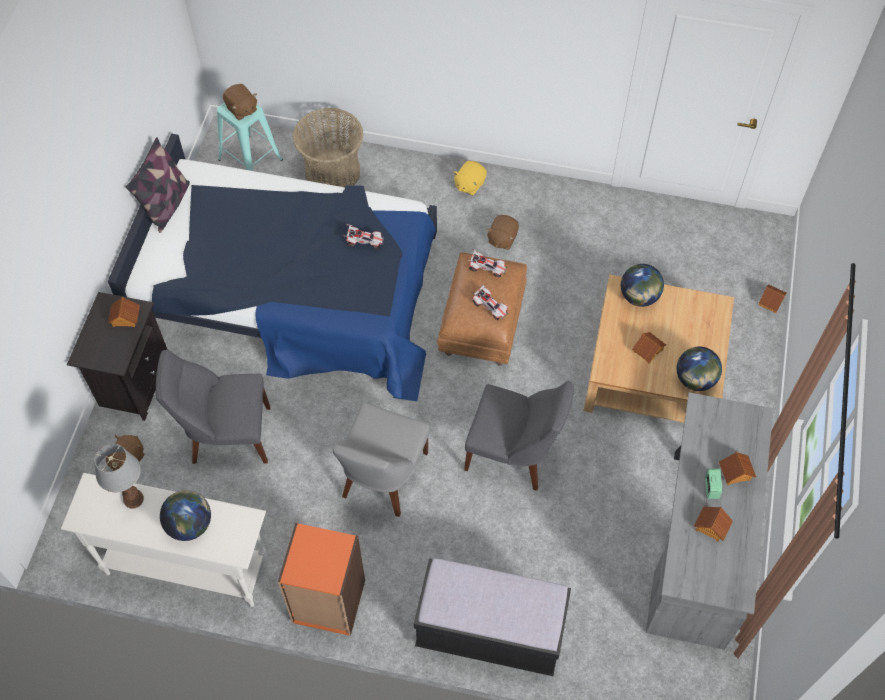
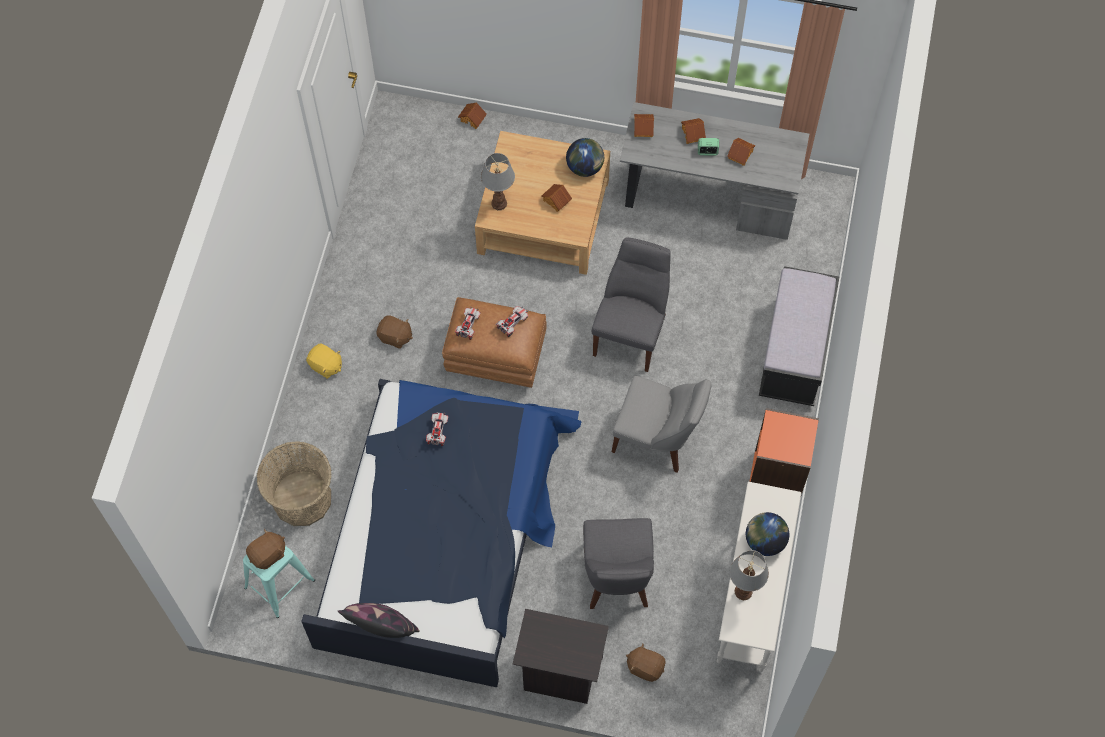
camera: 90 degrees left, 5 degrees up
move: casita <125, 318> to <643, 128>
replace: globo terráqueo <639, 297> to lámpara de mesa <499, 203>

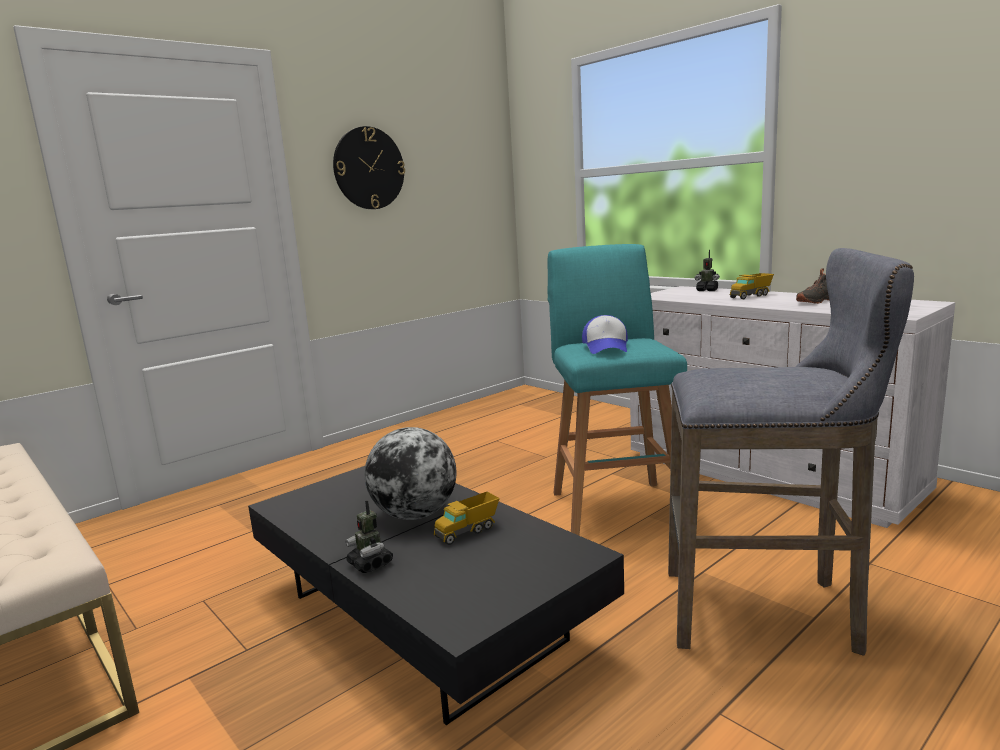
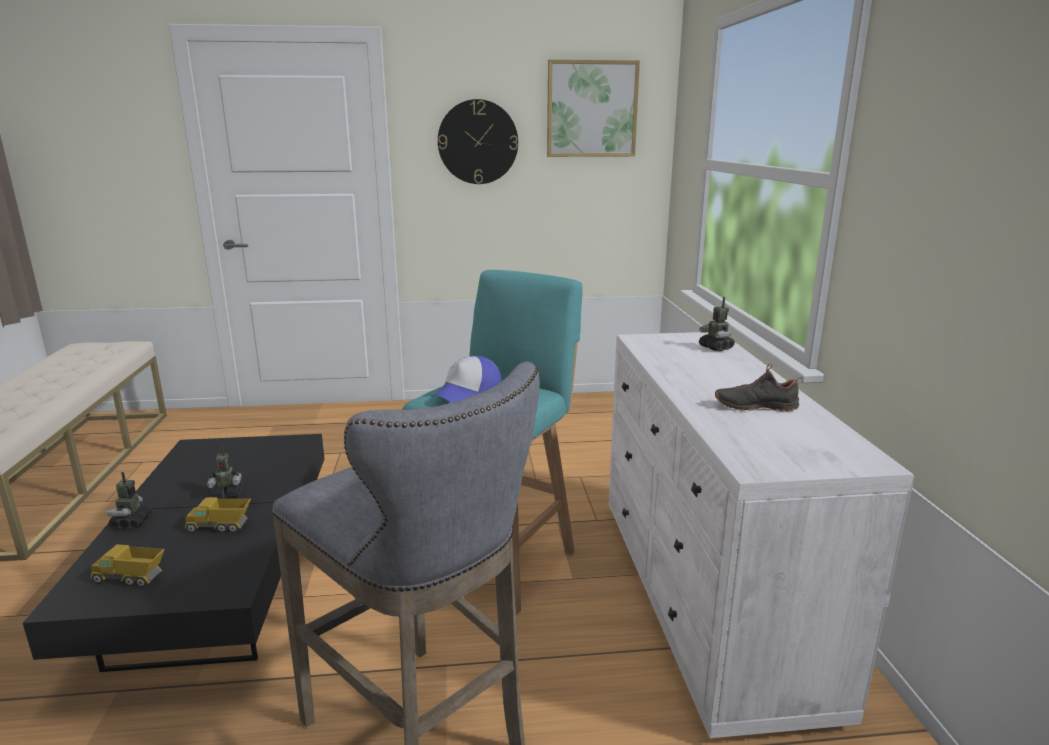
camera: 35 degrees right, 5 degrees up
insert: cuadro <591, 109>
move: camión de juguete <751, 296> to <130, 579>
replace: globo terráqueo <415, 514> to robot de juguete <227, 494>

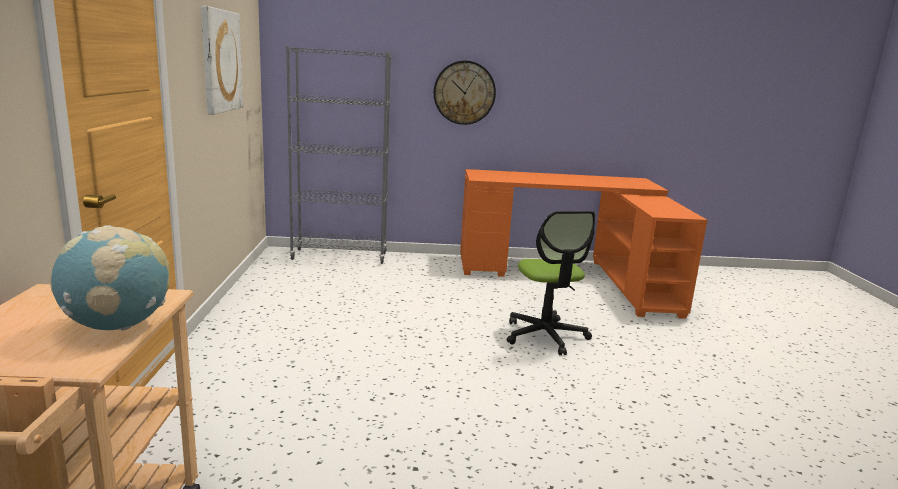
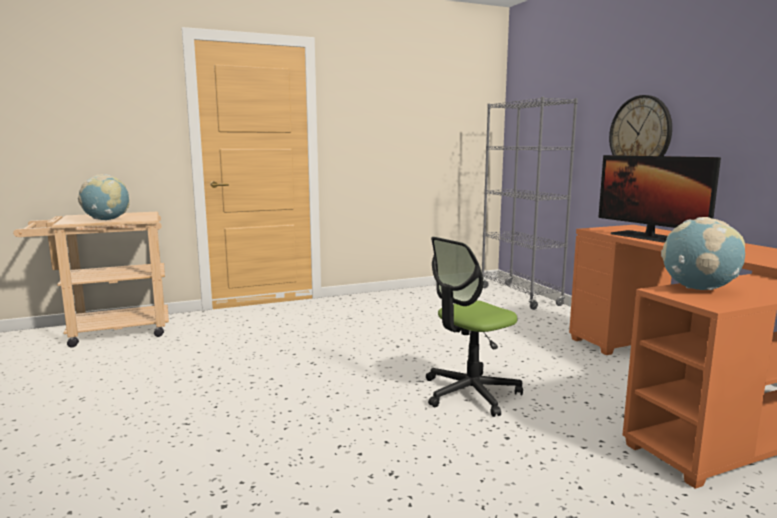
camera: 70 degrees right, 5 degrees down
delete: cuadro <220, 61>
insert: monitor <648, 237>; globo terráqueo <698, 289>

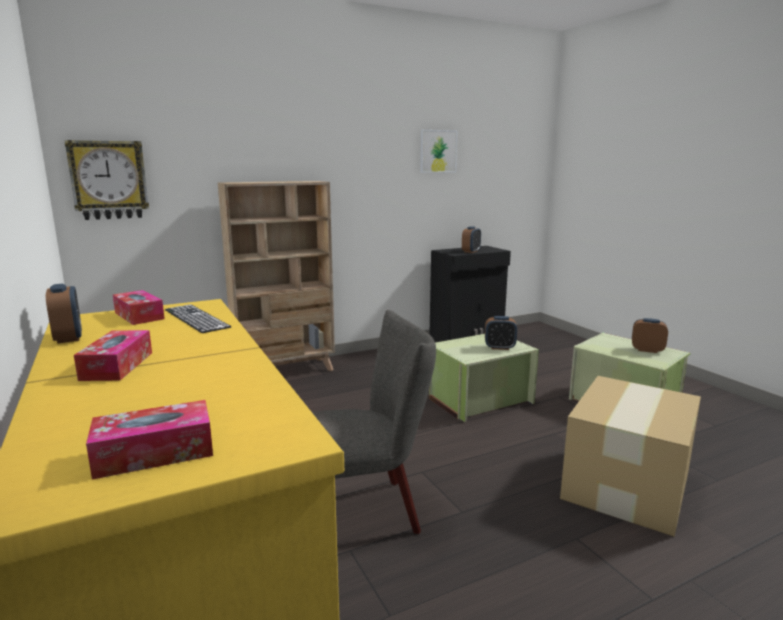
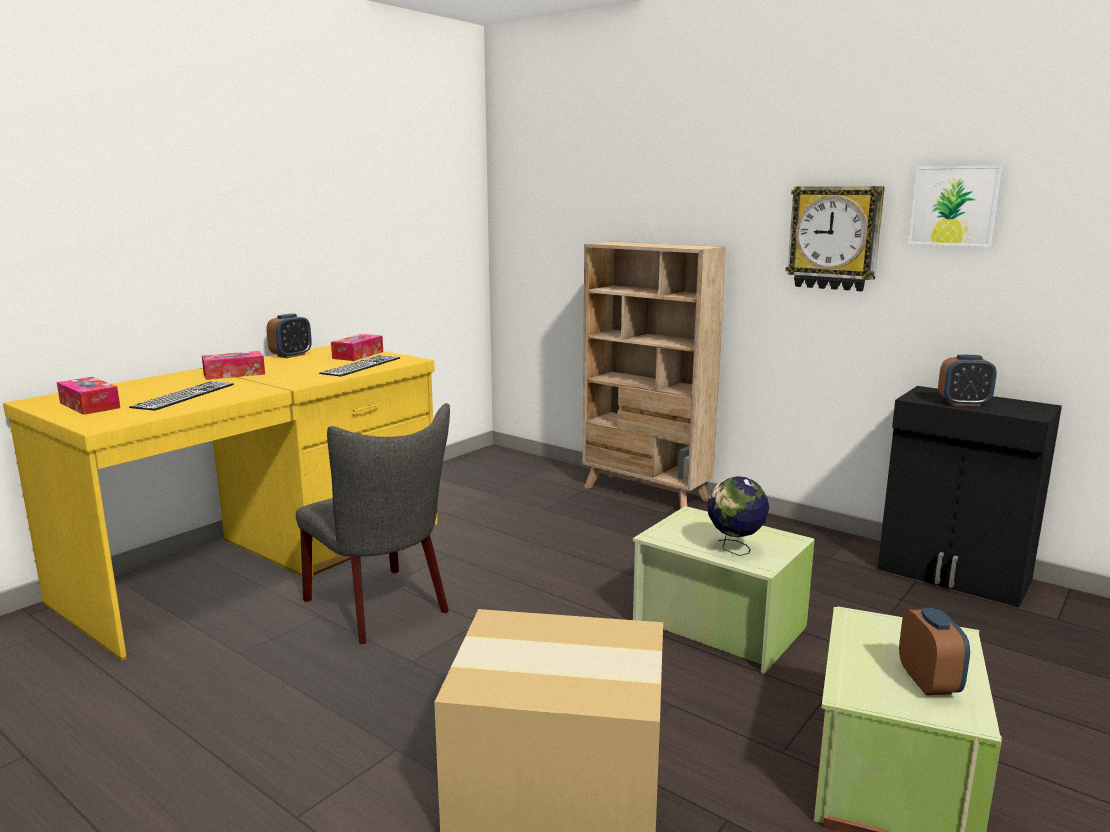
camera: 65 degrees right, 0 degrees up
insert: teclado <184, 395>
move: reloj de pared <109, 180> to <834, 238>
replace: despertador <499, 347> to globo terráqueo <735, 550>

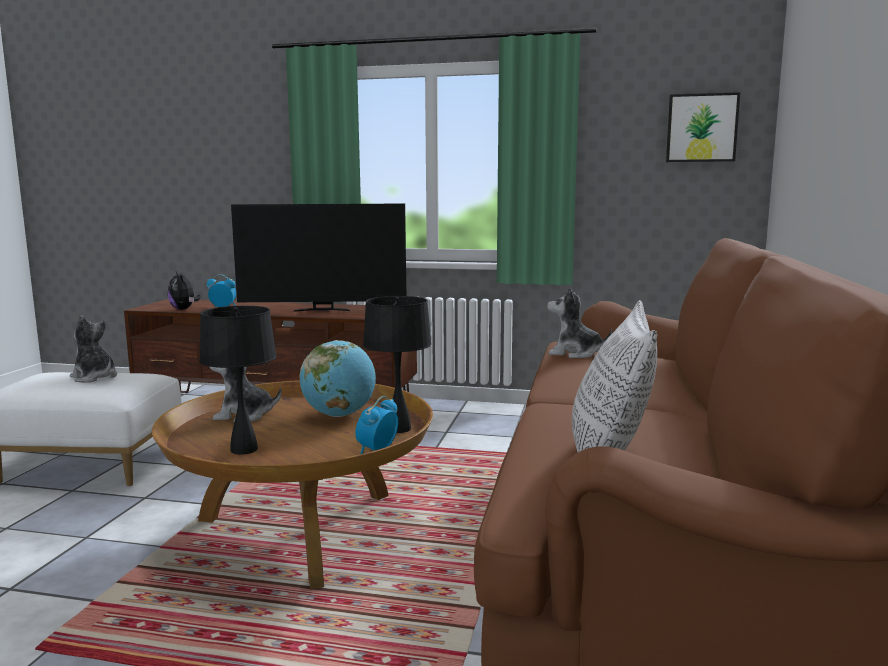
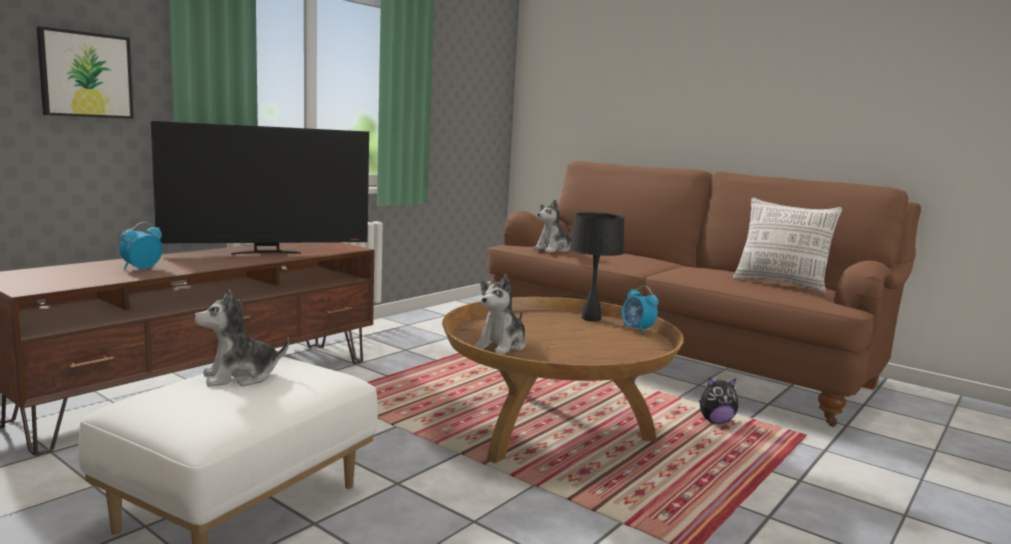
camera: 65 degrees left, 0 degrees up
delete: lámpara de mesa [negro] <244, 449>; globo terráqueo <339, 415>
move: cuadro <701, 128> to <85, 75>; peluche <184, 309> to <715, 421>
rotate: televisor <323, 310> = <266, 252> 45 degrees clockwise

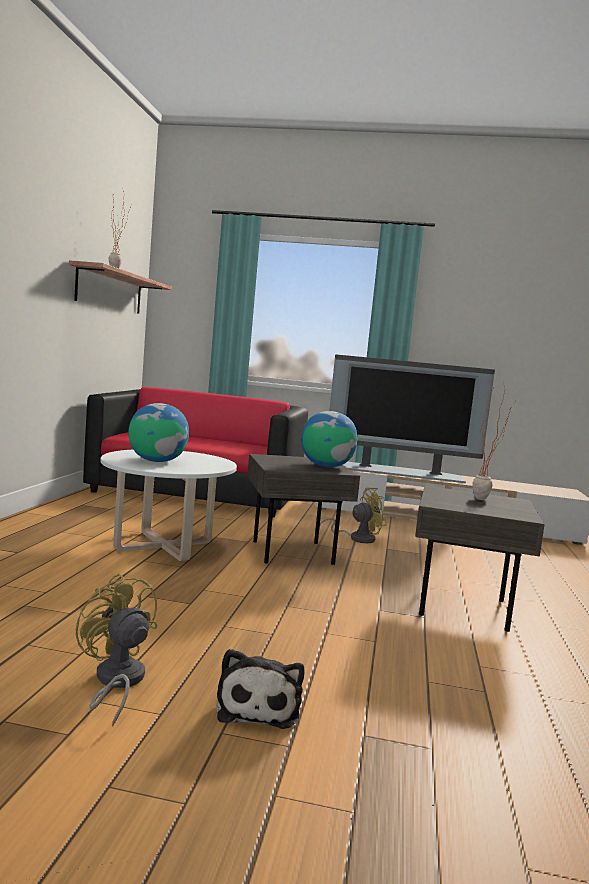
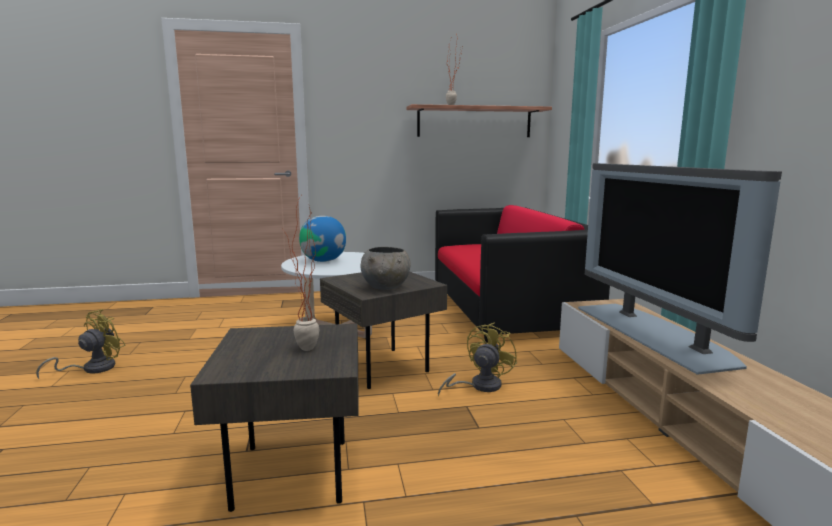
camera: 70 degrees right, 5 degrees up
delete: peluche <259, 707>
replace: globo terráqueo <326, 466> to cuenco [gris] <386, 287>
rotate: ventilador [amarillo] <357, 538> = <479, 386> 105 degrees counterclockwise

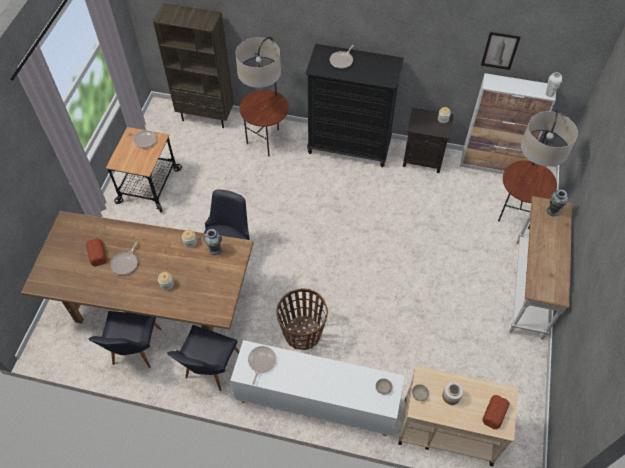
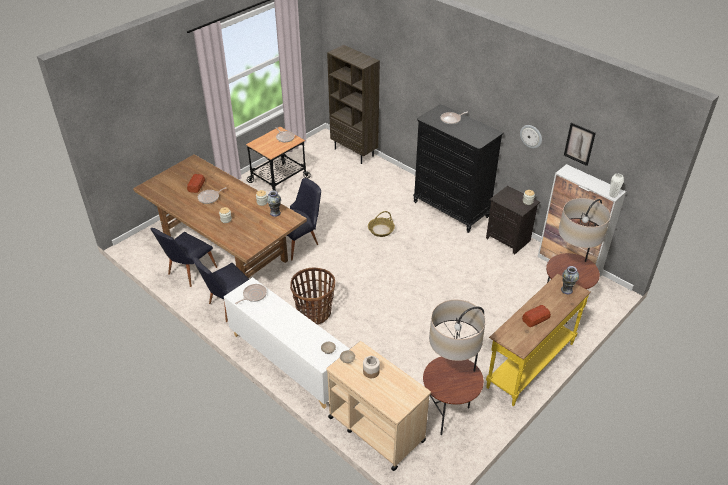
camera: 30 degrees right, 15 degrees down
insert: reloj de pared <531, 136>; cesta <381, 230>
move: lámpara de pie <267, 141> to <448, 415>; pan <495, 413> to <536, 318>
recolor: mesa consola [blanco] <527, 288> to mesa consola [amarillo] <529, 364>

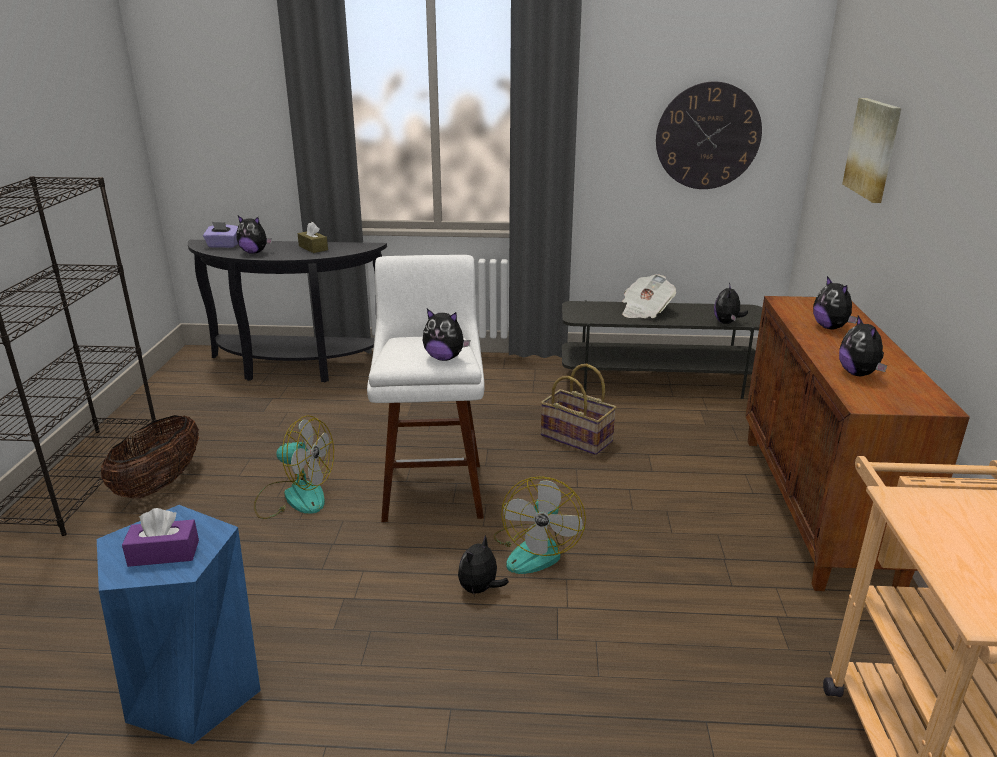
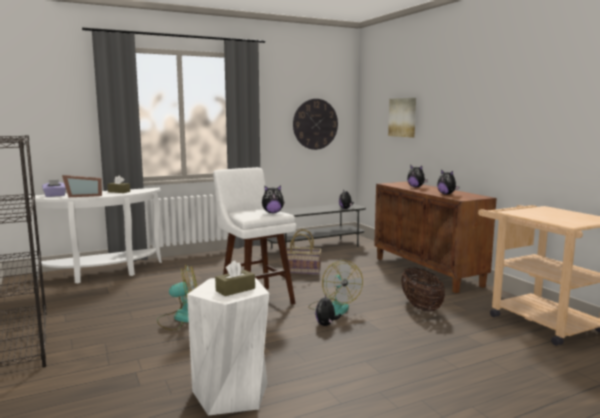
camera: 30 degrees left, 15 degrees down
delete: periódico <645, 311>
move: cesta <159, 484> to <421, 307>
replace: peluche <254, 252> to portarretratos <84, 196>
recolor: mesa consola [negro] <294, 368> to mesa consola [blanco] <102, 274>; taburete [azul] <195, 690> to taburete [blanco] <231, 393>; caja de pañuelos [morado] <164, 553> to caja de pañuelos [marrón] <235, 290>

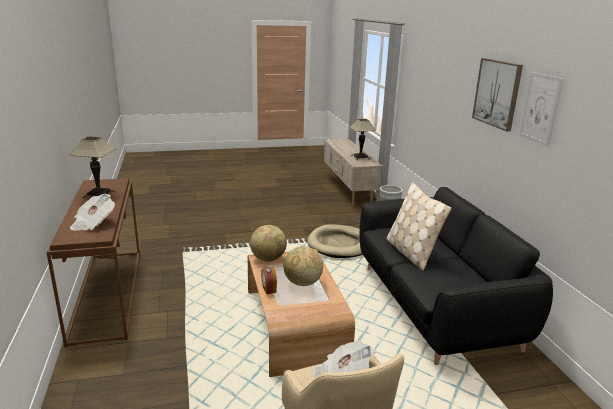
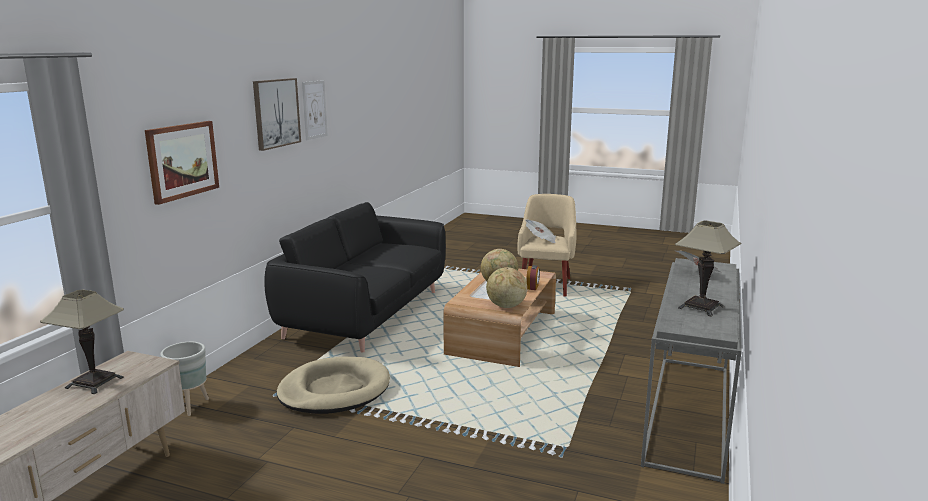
camera: 145 degrees left, 5 degrees down
delete: cojín [beis] <411, 253>
insert: cuadro <182, 160>
recolor: mesa consola [marrón] <107, 293> to mesa consola [gris] <690, 414>

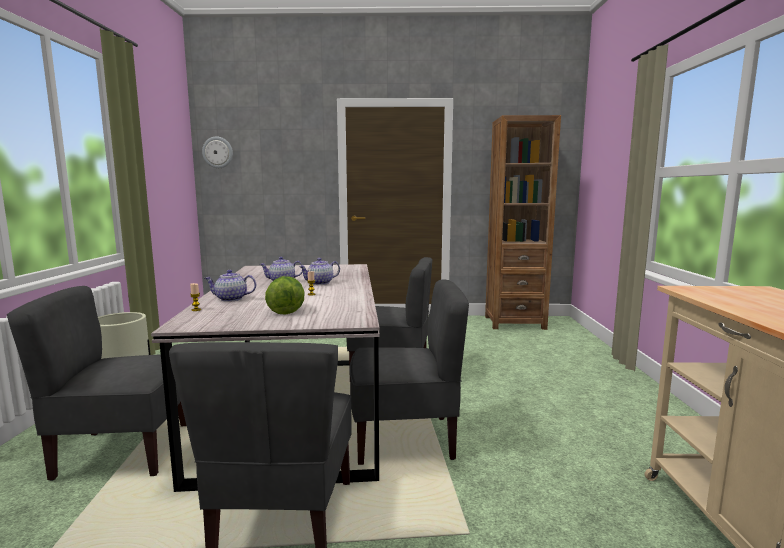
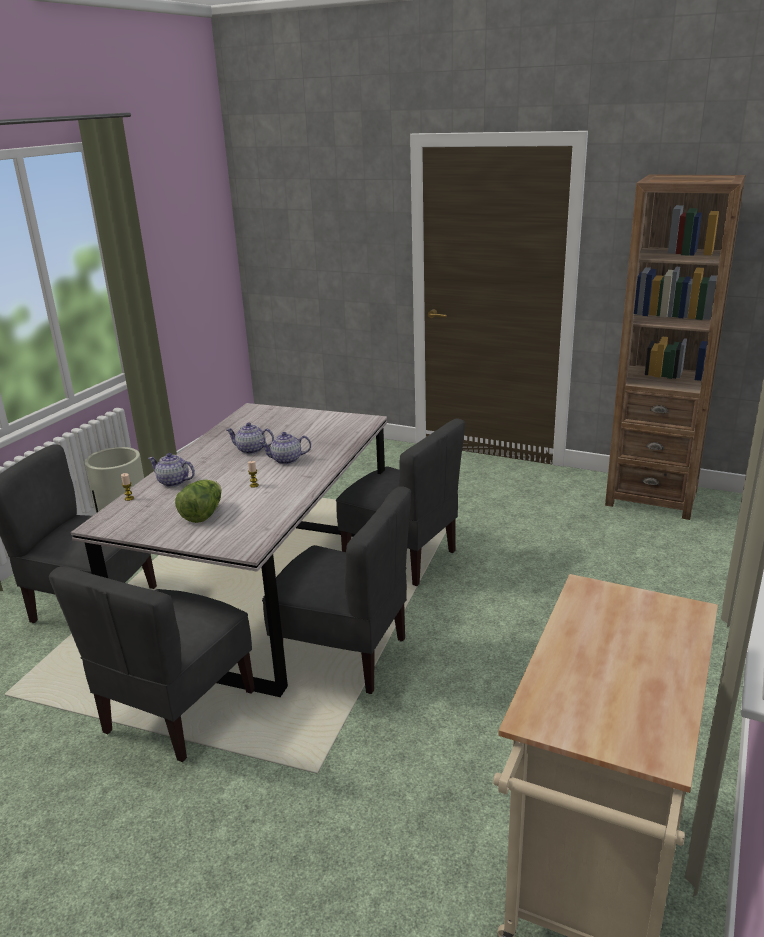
camera: 25 degrees right, 15 degrees up
delete: reloj de pared <218, 152>

